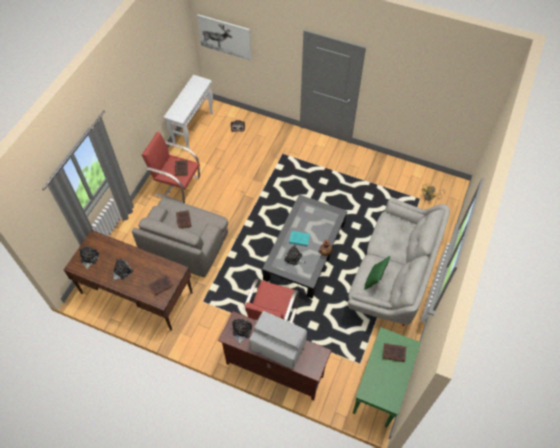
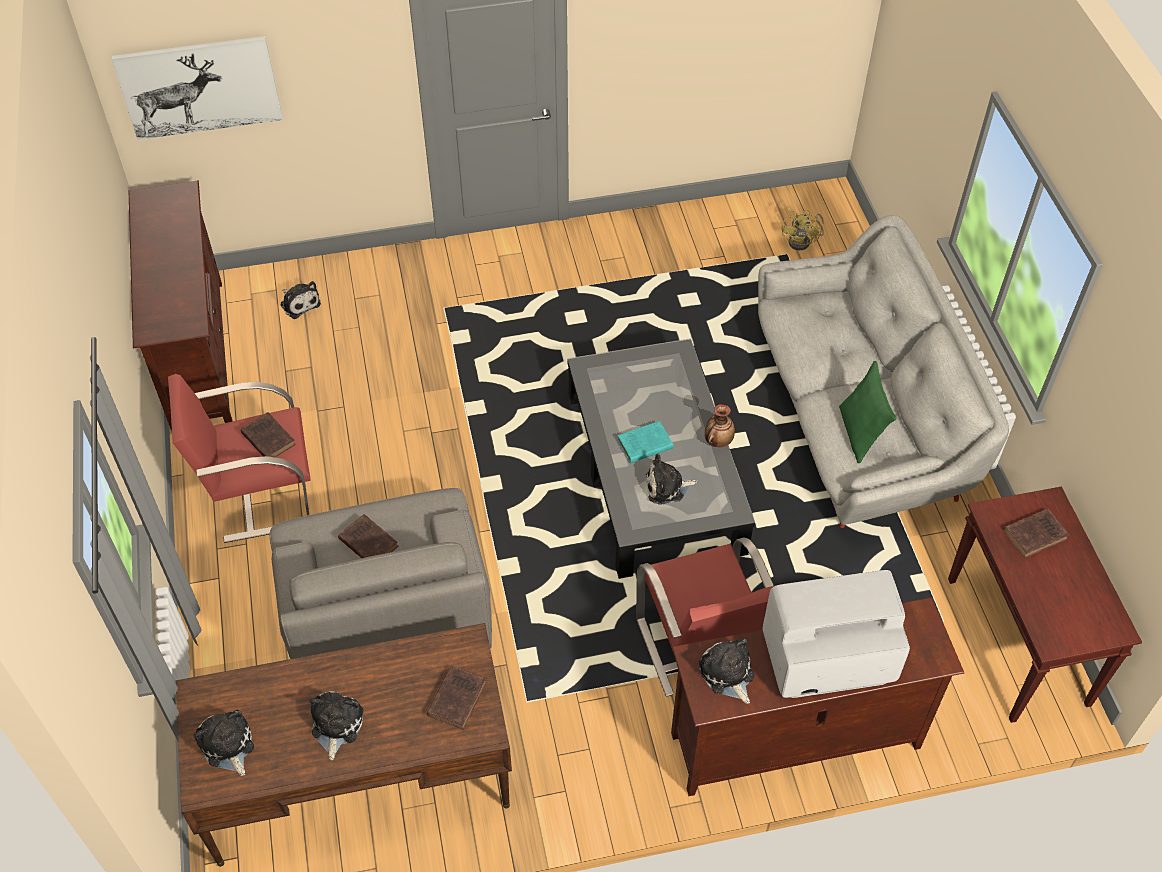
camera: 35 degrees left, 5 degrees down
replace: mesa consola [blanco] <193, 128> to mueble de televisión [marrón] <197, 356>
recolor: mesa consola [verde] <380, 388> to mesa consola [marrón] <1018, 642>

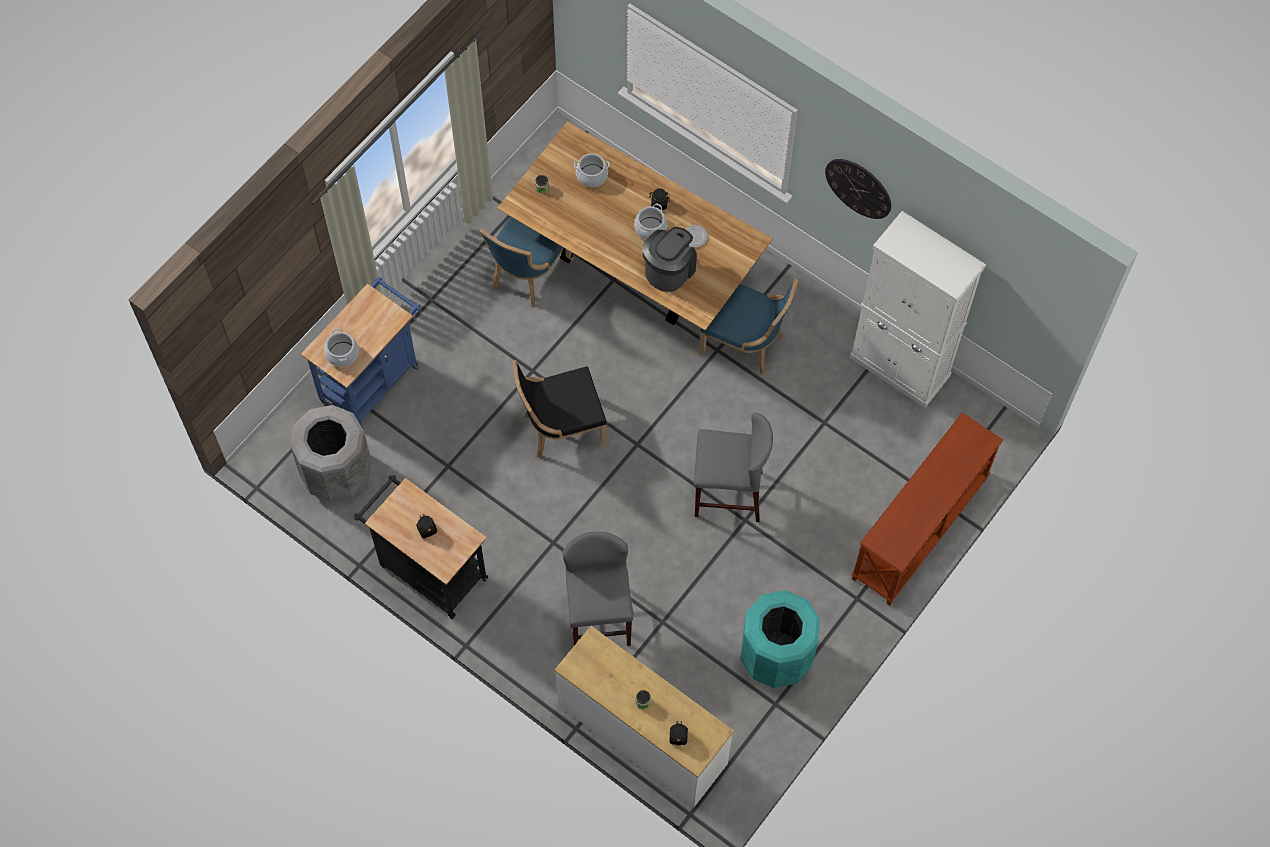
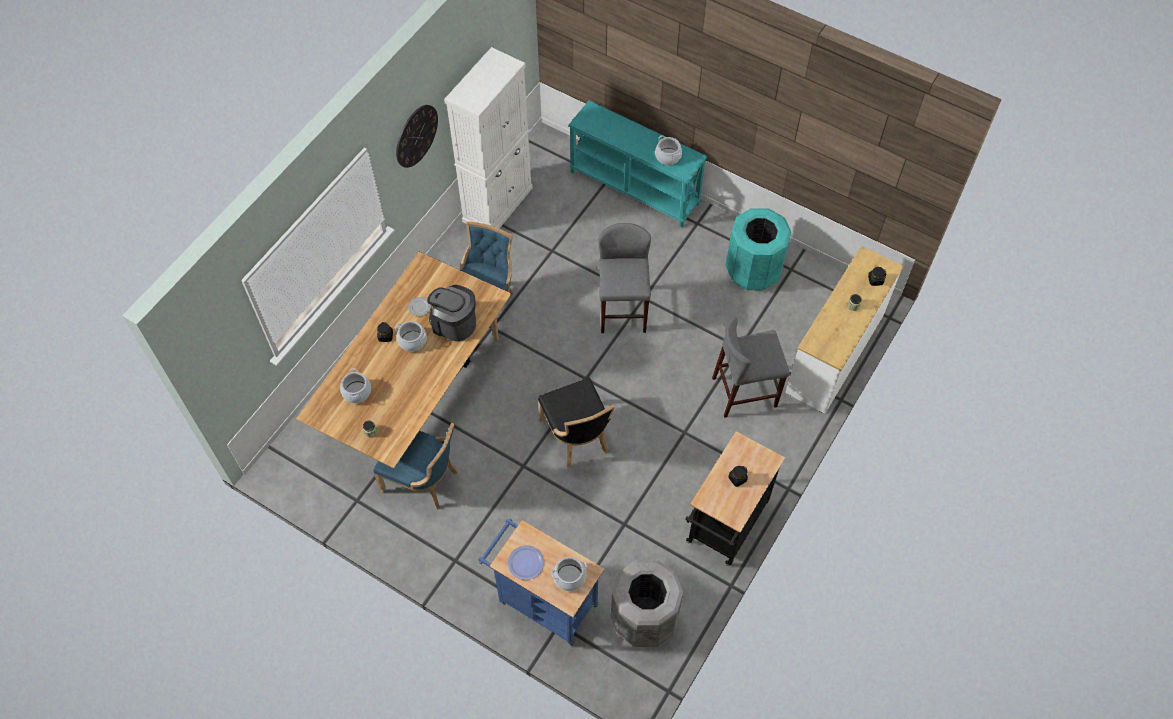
camera: 95 degrees left, 5 degrees down
insert: olla <668, 156>; plato <526, 563>
recolor: mesa consola [marrón] <920, 530> to mesa consola [turquesa] <635, 187>

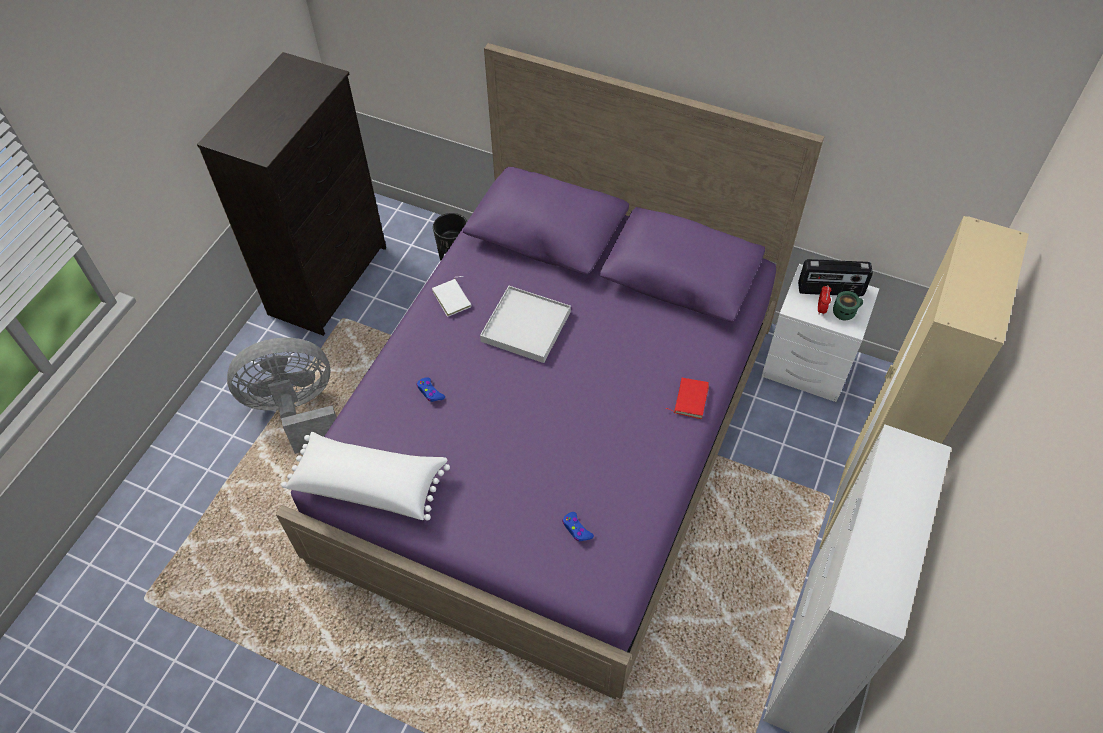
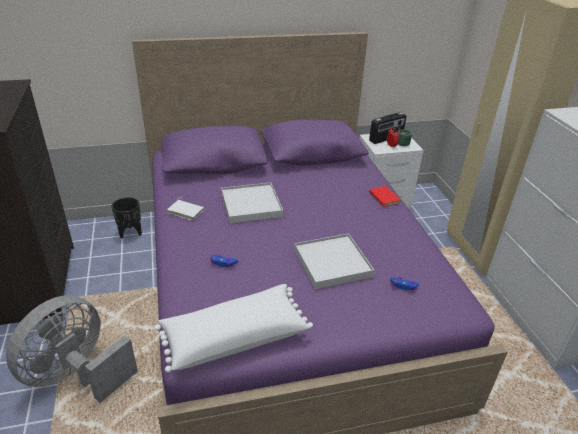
camera: 40 degrees left, 20 degrees down
insert: bandeja [blanco] <332, 263>

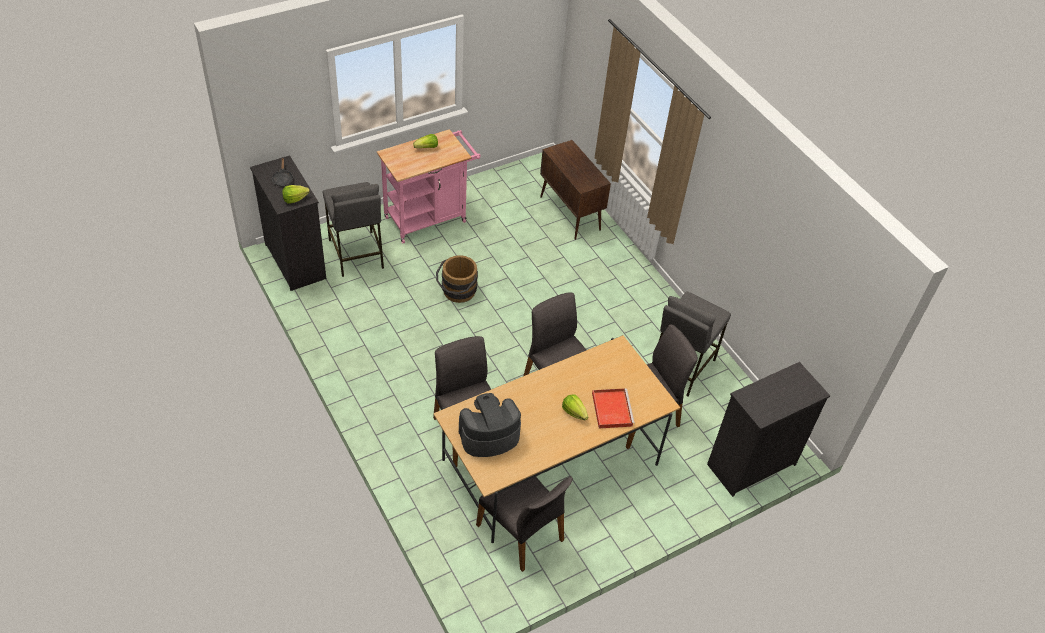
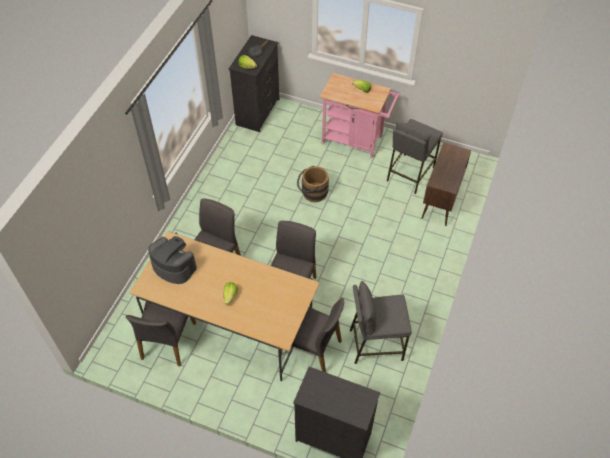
camera: 55 degrees right, 5 degrees up
delete: bandeja [rojo] <611, 409>
move: taburete [gris] <356, 254> to <409, 174>

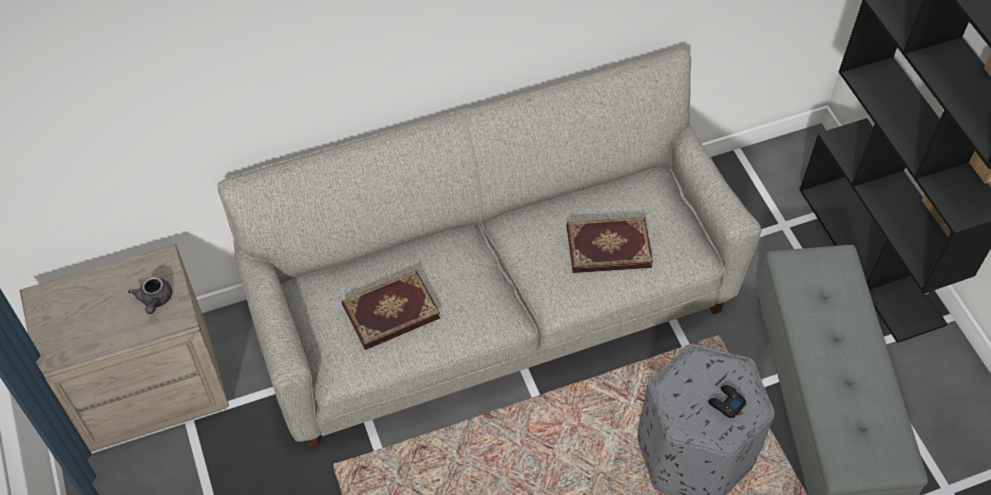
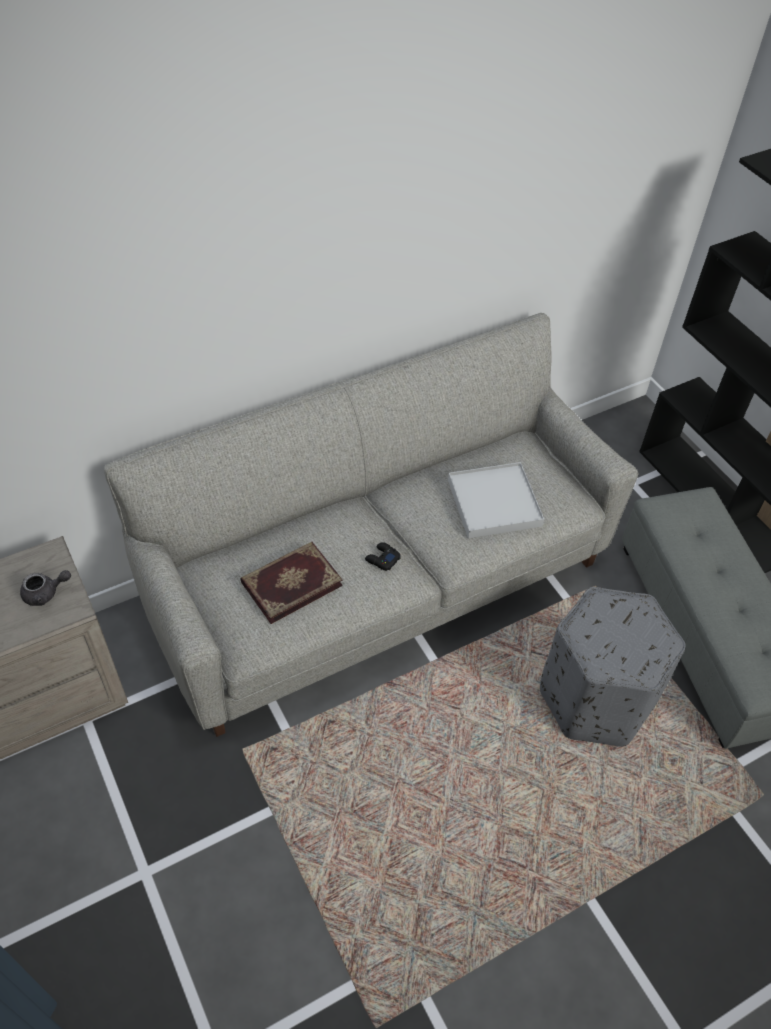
camera: 10 degrees left, 5 degrees down
move: mando de consola [negro] <726, 403> to <382, 559>
replace: libro <608, 245> to bandeja [blanco] <494, 502>
rotate: tetera [gris] <155, 300> = <45, 593> 90 degrees counterclockwise

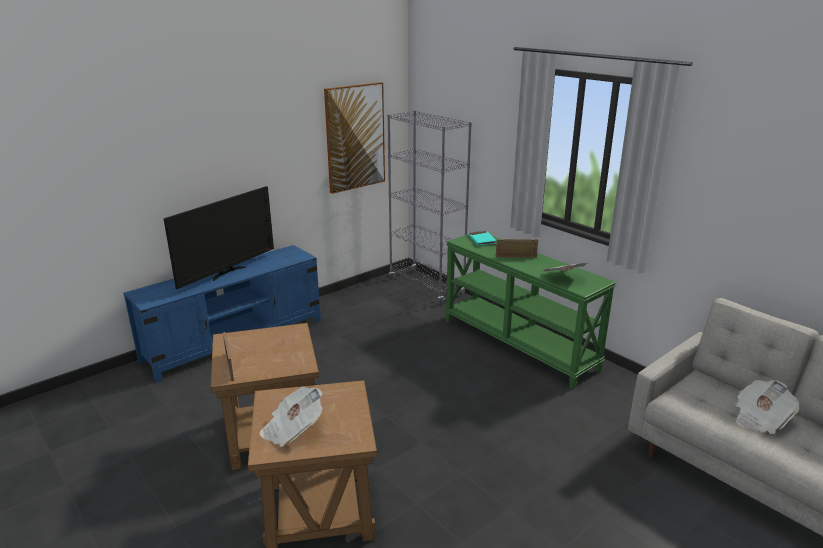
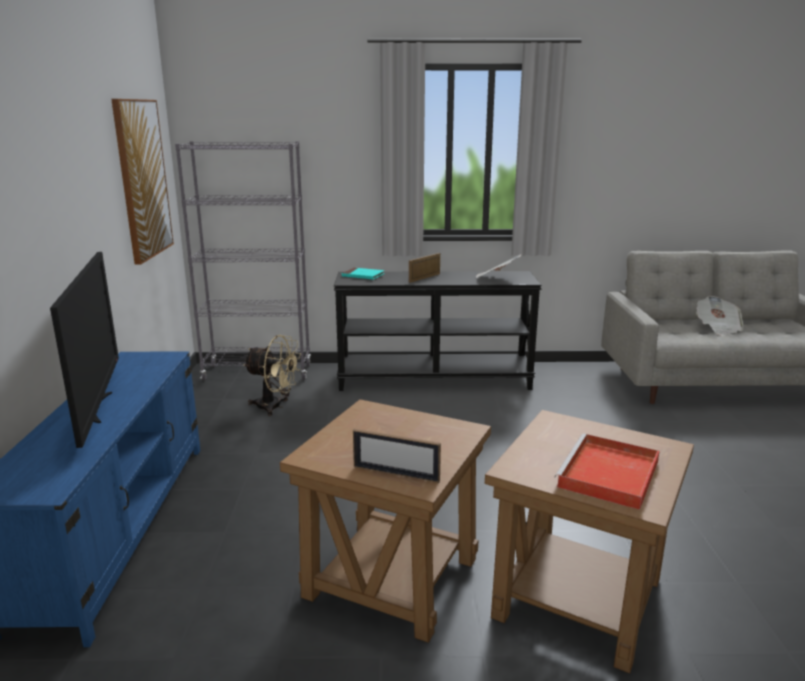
camera: 50 degrees left, 5 degrees down
insert: ventilador [beis] <275, 407>
replace: periódico <292, 429> to bandeja [rojo] <608, 475>
recolor: mesa consola [verde] <519, 344> to mesa consola [negro] <434, 379>

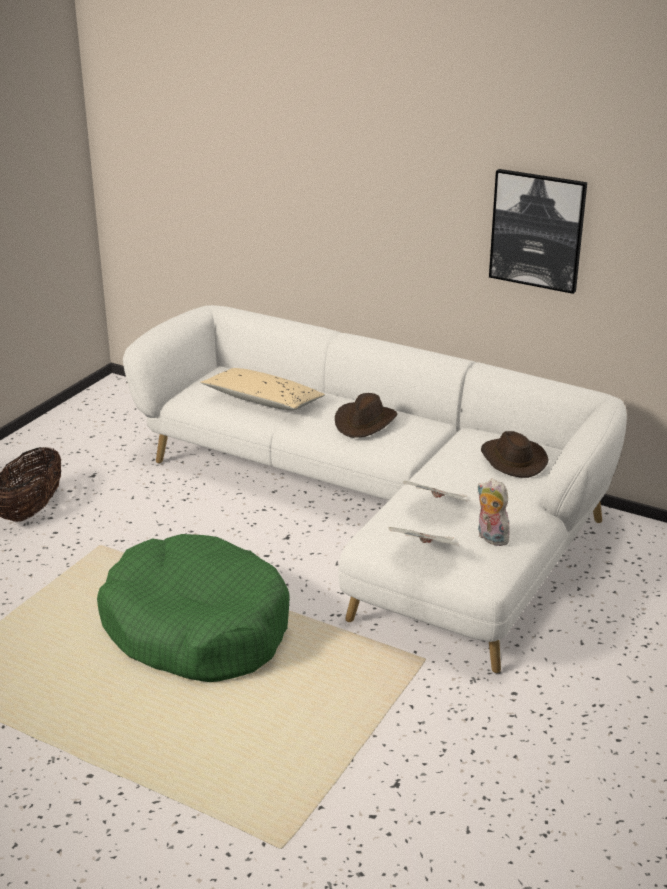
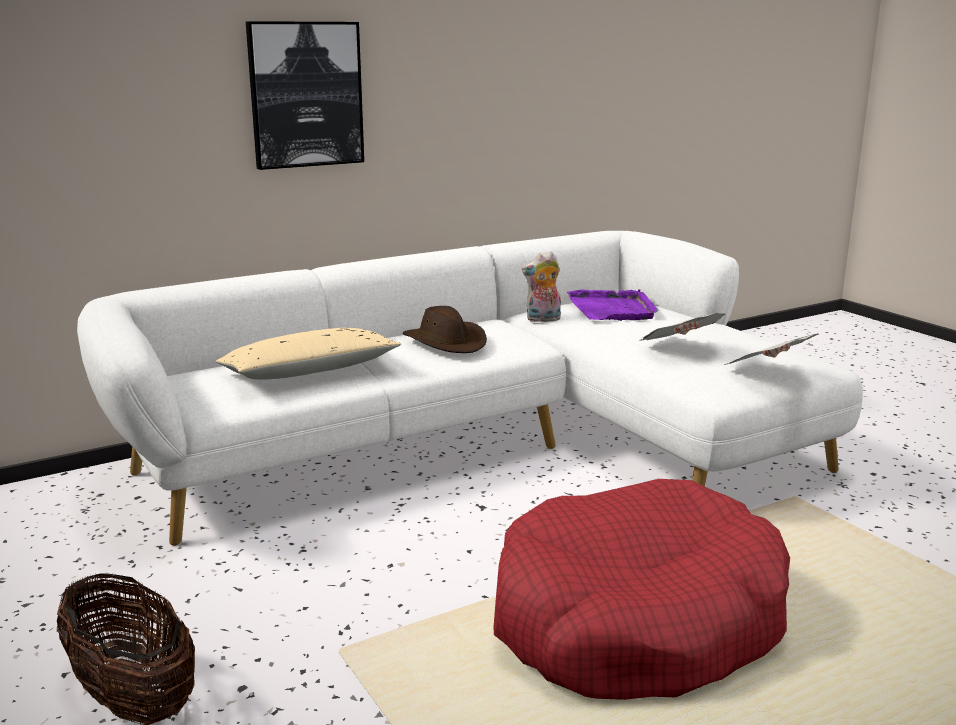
camera: 60 degrees left, 10 degrees down
move: cuadro <537, 230> to <306, 95>; peluche <490, 538> to <543, 319>
replace: sombrero [marrón] <512, 460> to bandeja [morado] <613, 309>
recolor: cama para perro [verde] <196, 628> to cama para perro [rojo] <636, 620>

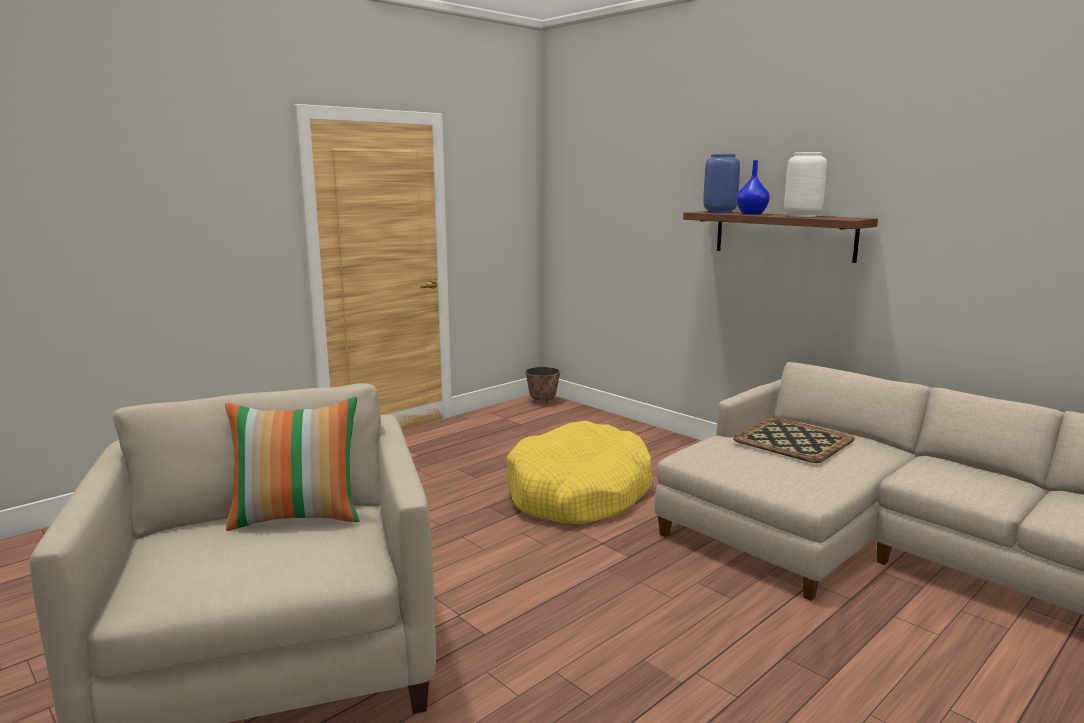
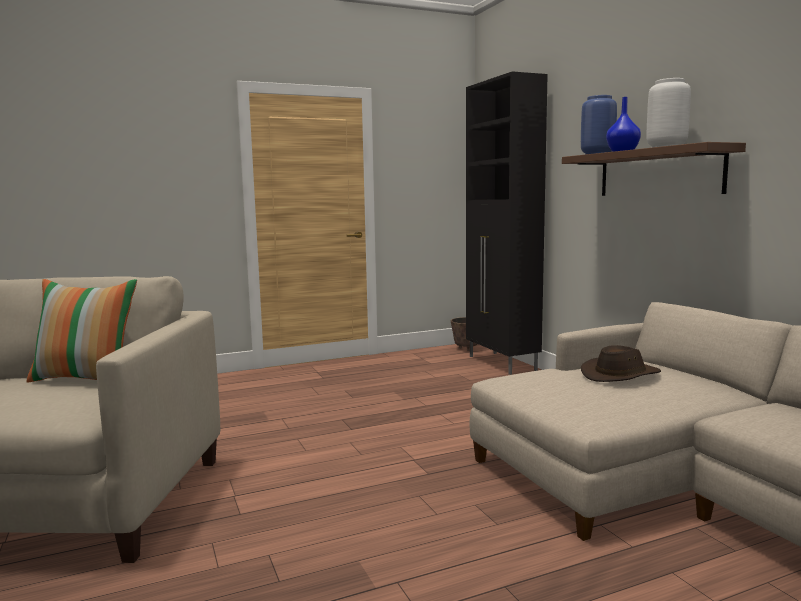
camera: 20 degrees right, 5 degrees down
delete: cama para perro [amarillo] <578, 493>
insert: armario [negro] <502, 363>
replace: bandeja <792, 440> to sombrero [marrón] <620, 375>

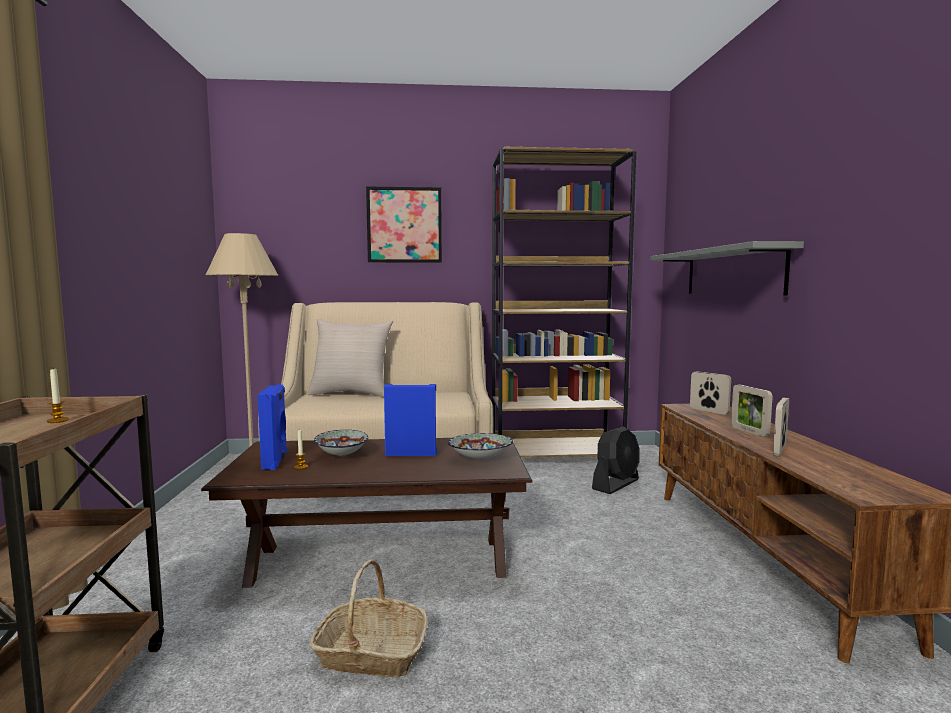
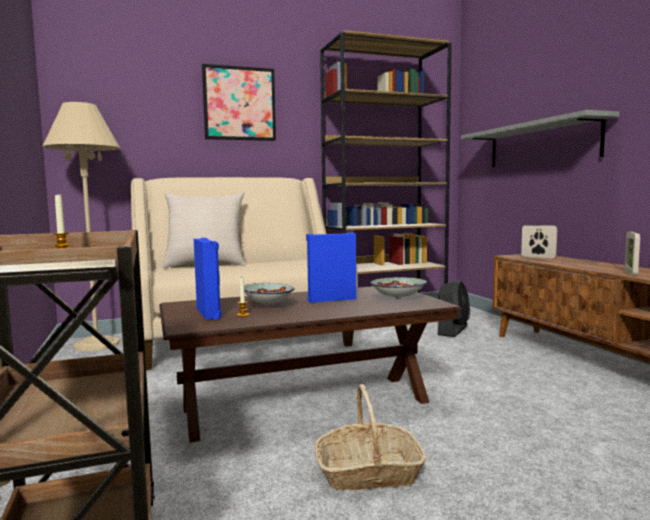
camera: 15 degrees left, 0 degrees up
delete: portarretratos <749, 432>

